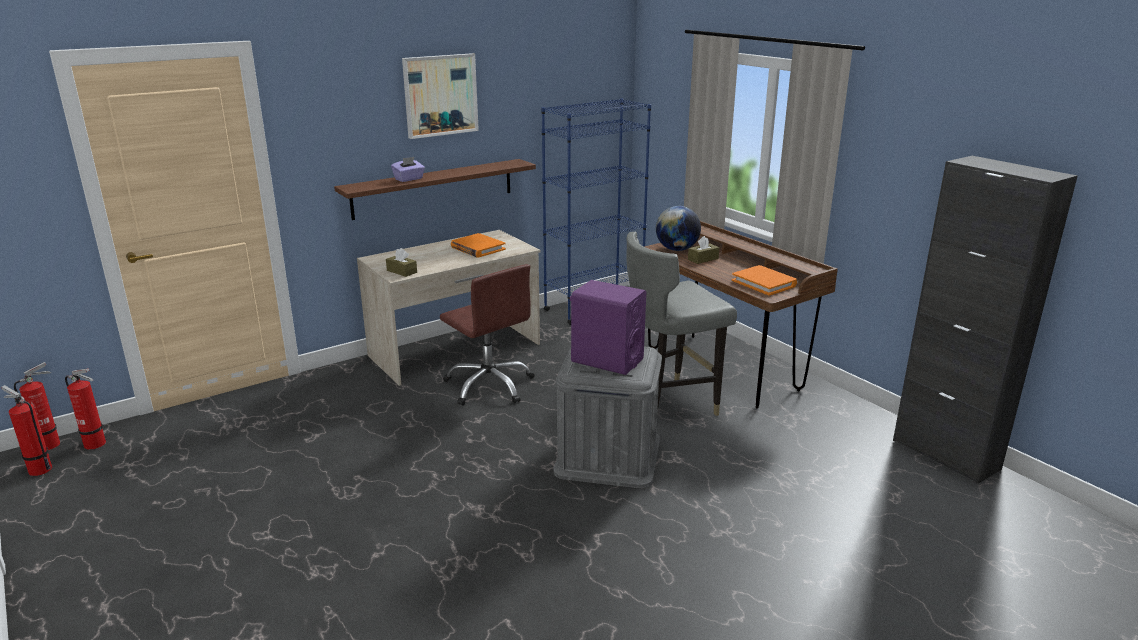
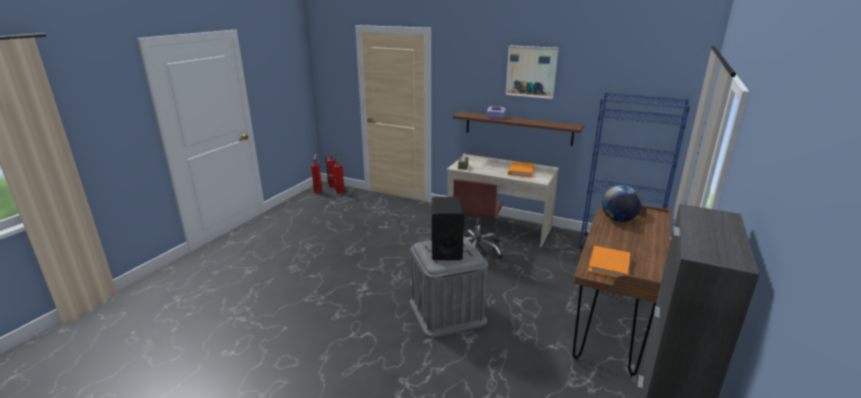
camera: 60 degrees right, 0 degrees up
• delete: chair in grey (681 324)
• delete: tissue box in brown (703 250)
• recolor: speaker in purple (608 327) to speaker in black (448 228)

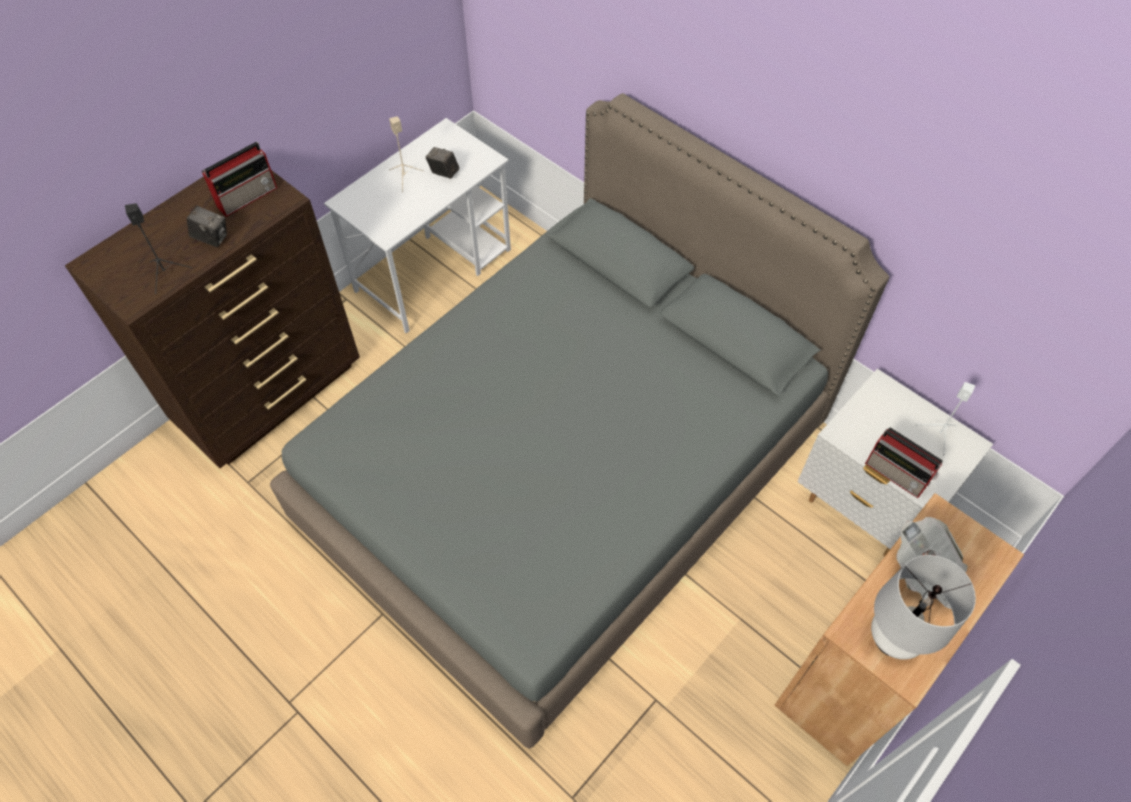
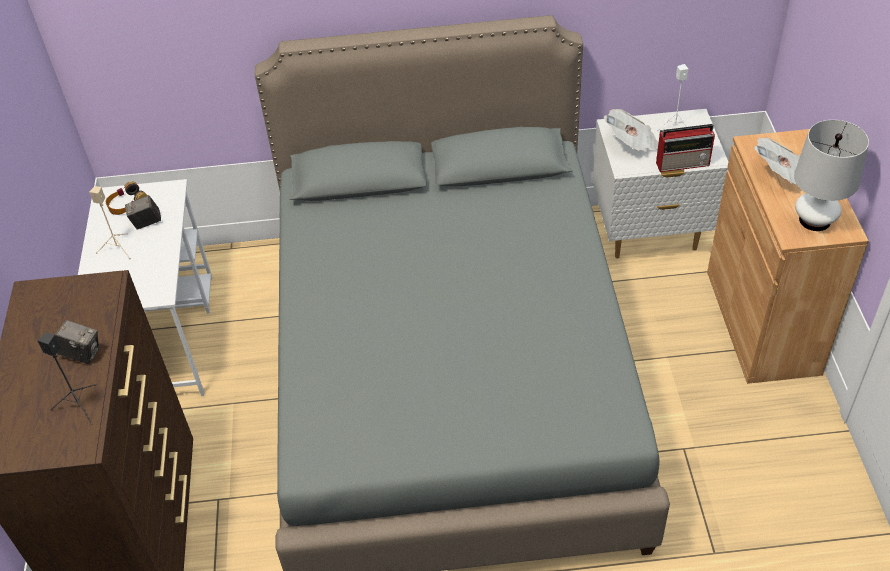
camera: 45 degrees left, 10 degrees down
• delete: radio (239 179)
• insert: headphones (127 198)
• insert: newspaper (631 130)
• rotate: photo camera (207 226) = (77 342) 45 degrees clockwise

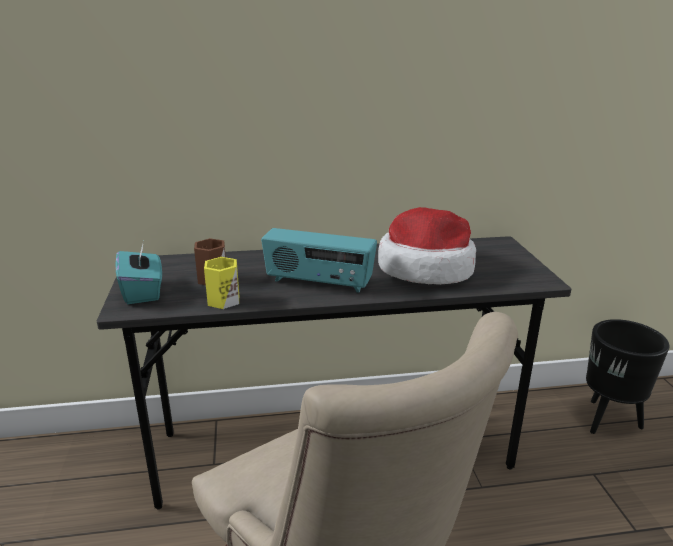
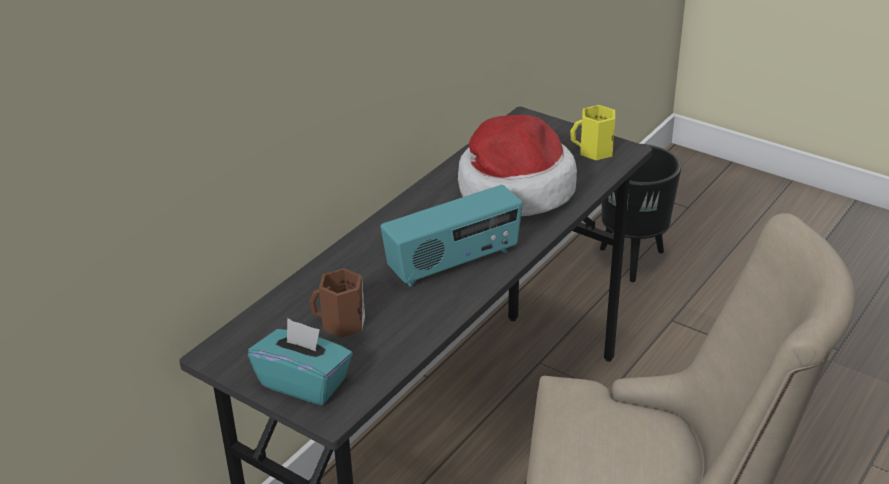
camera: 45 degrees left, 10 degrees up
• move: mug in yellow (221 283) to (592 132)

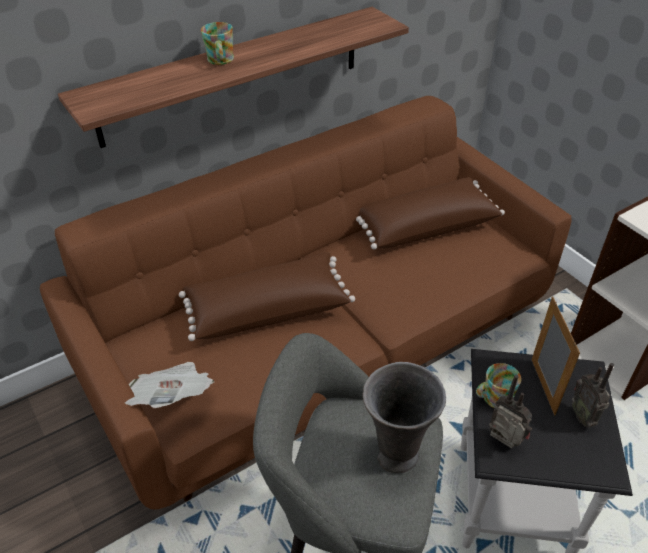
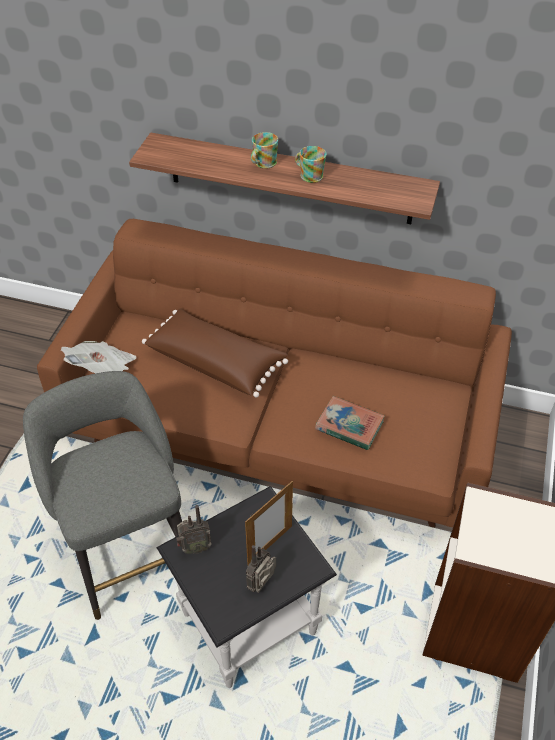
camera: 50 degrees right, 5 degrees up
• delete: pillow in brown (430 213)
• delete: vase in grey (404 417)
• insert: book (350 423)
• move: mug (498 385) to (311 164)
• rotate: radio (511 412) = (194 529) 75 degrees clockwise

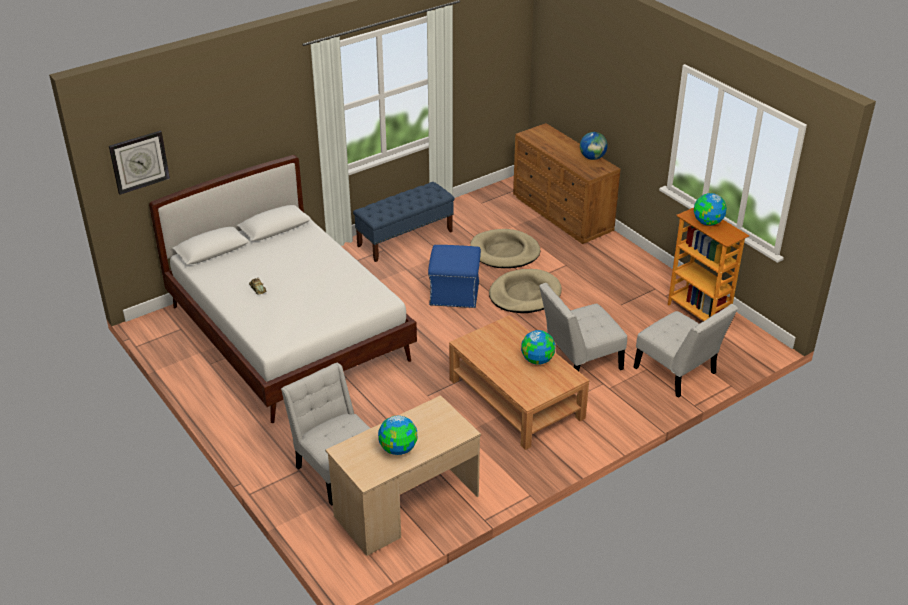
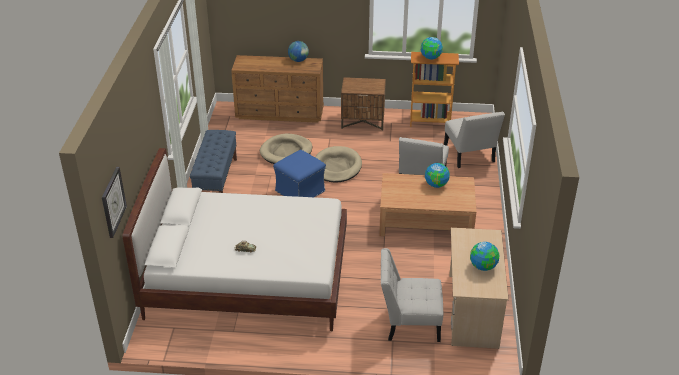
camera: 50 degrees left, 0 degrees up
• insert: nightstand in brown (363 104)
• rotate: chair in white (686 351) = (474 139) 75 degrees clockwise

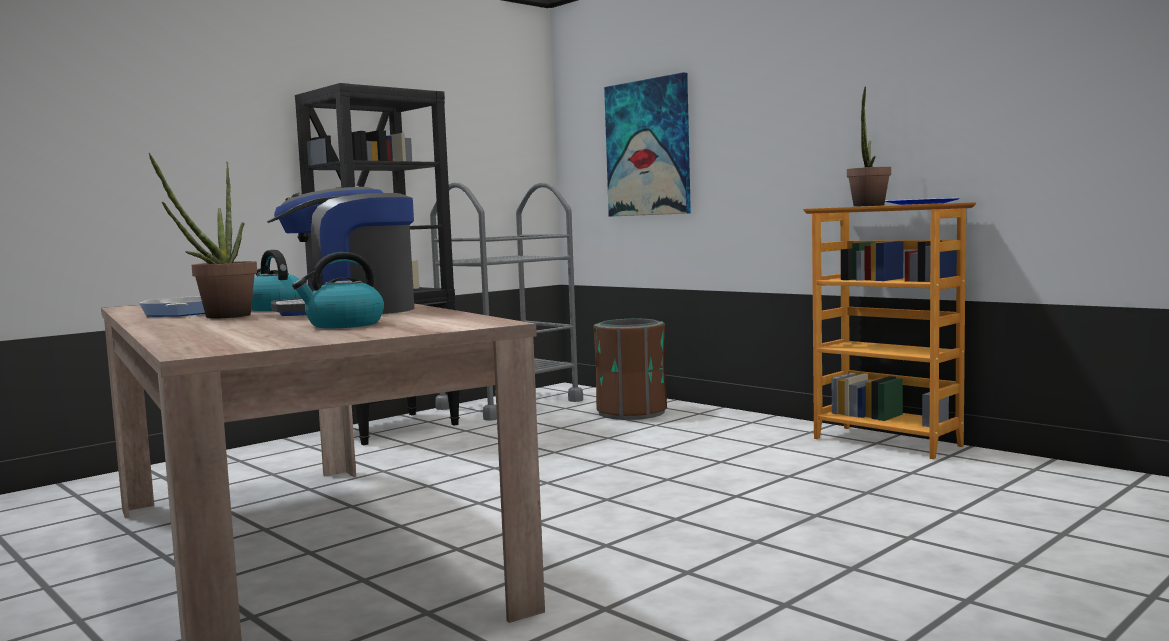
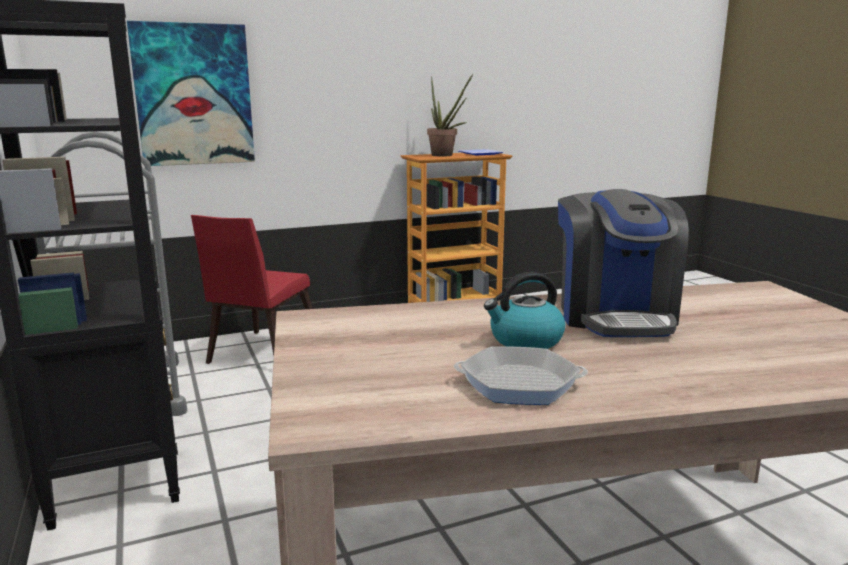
camera: 70 degrees left, 10 degrees up
• delete: potted plant (203 236)
• delete: kettle (338 290)
• replace: trash can in brown (630 369) to chair in red (252 289)

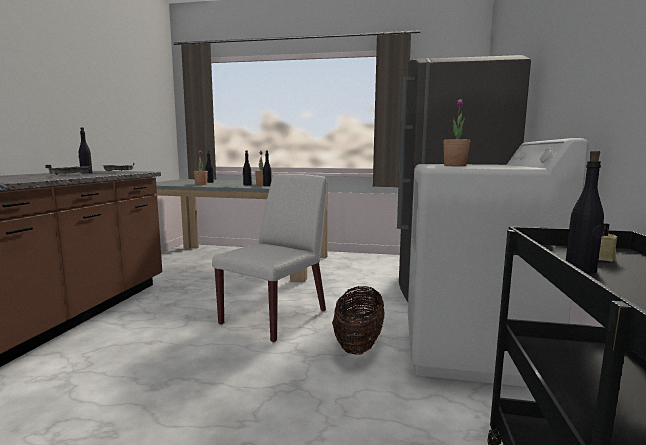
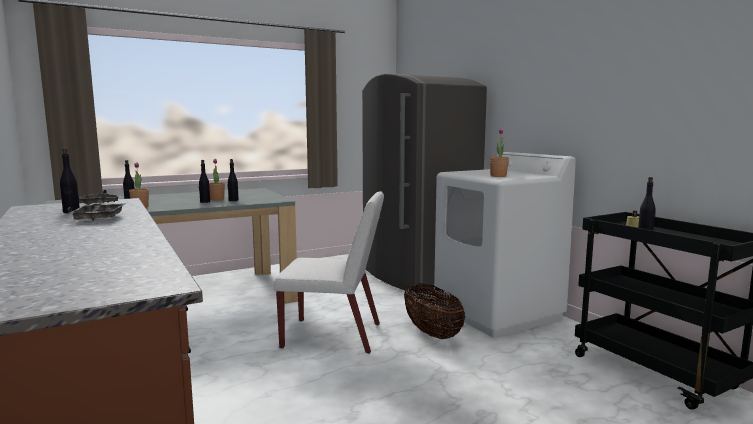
camera: 40 degrees left, 0 degrees up
• rotate: chair in white (269 258) = (329 272) 105 degrees clockwise

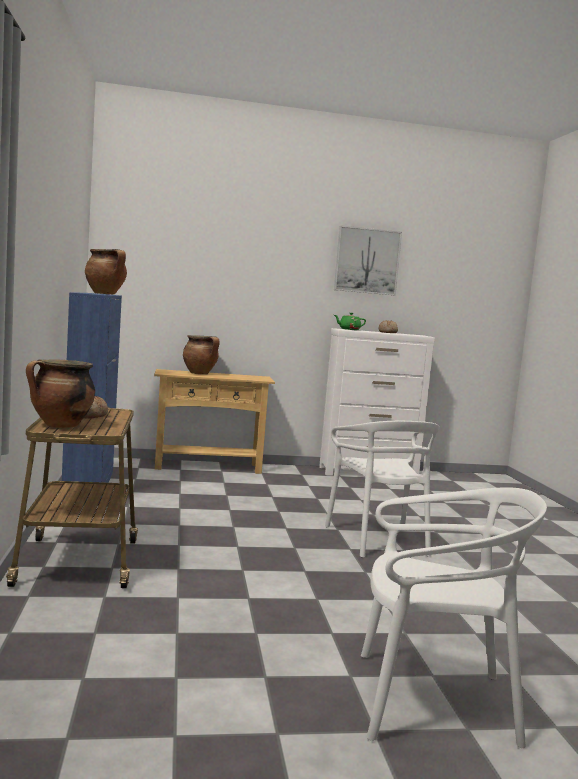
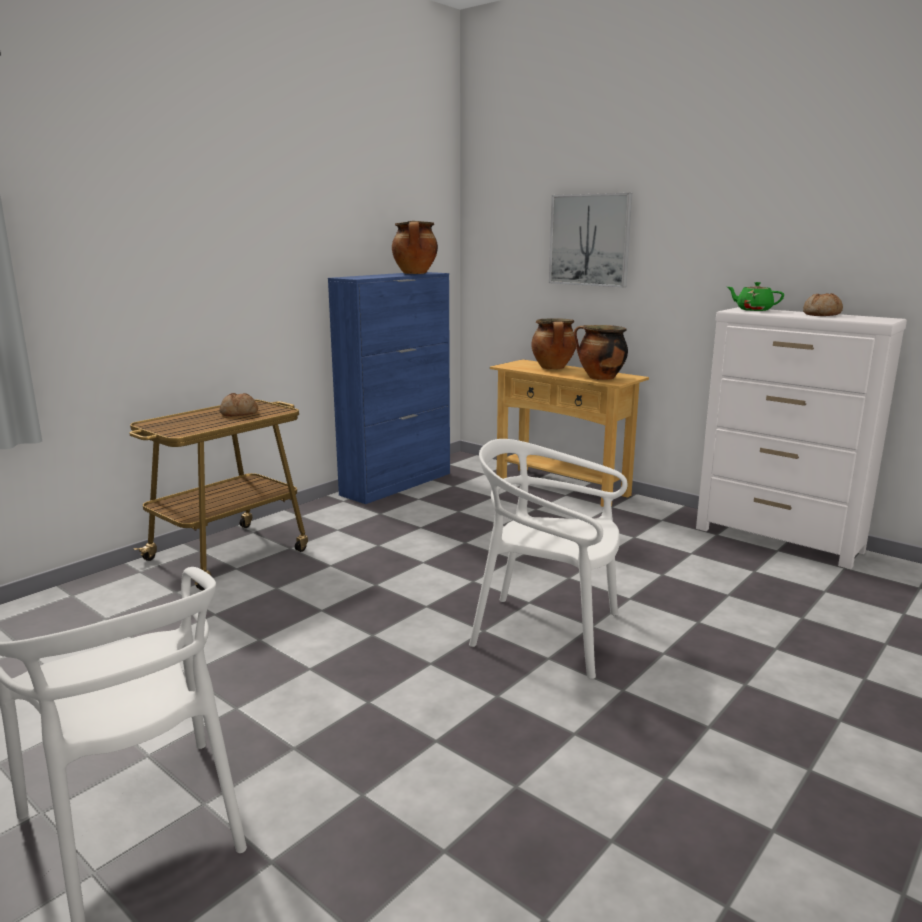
camera: 50 degrees right, 10 degrees up
• move: cooking pot (60 394) to (601 352)
• move: picture (368 260) to (590 240)
• rotate: chair in white (382 489) = (548 559) 75 degrees clockwise

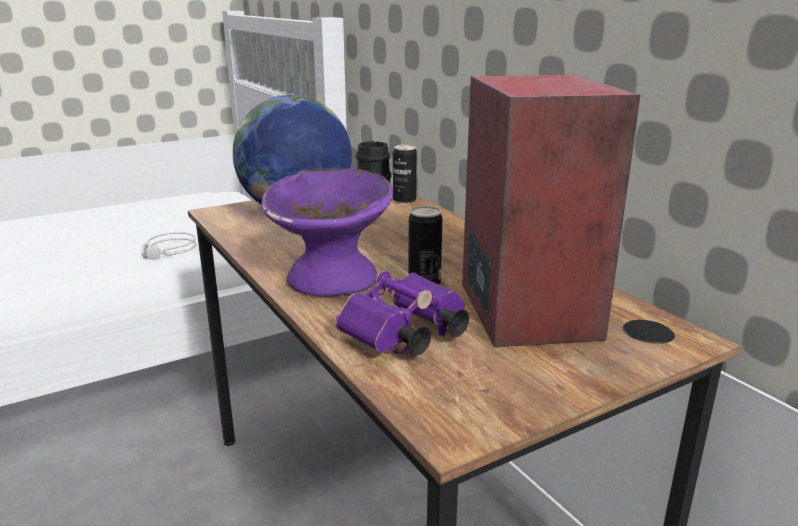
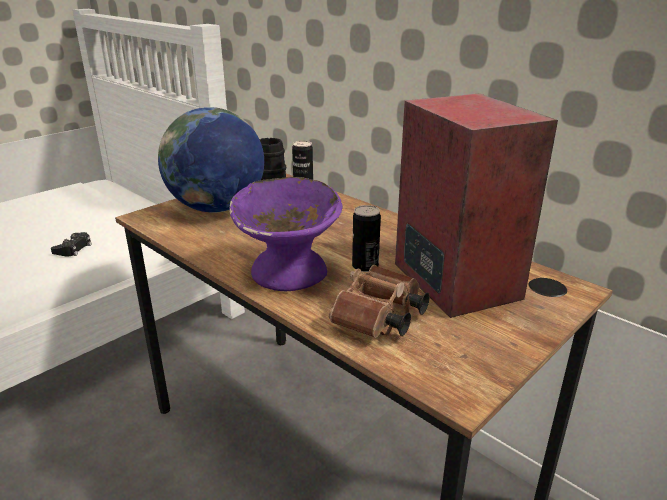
camera: 15 degrees left, 5 degrees up
• replace: headphones in grey (168 246) to game controller in black (71 244)
• recolor: binoculars in purple (402 313) to binoculars in brown (379 301)

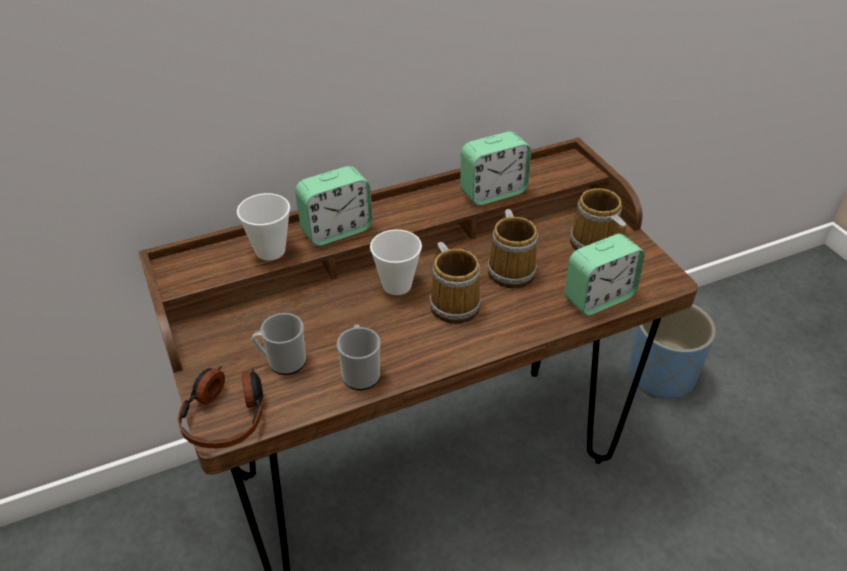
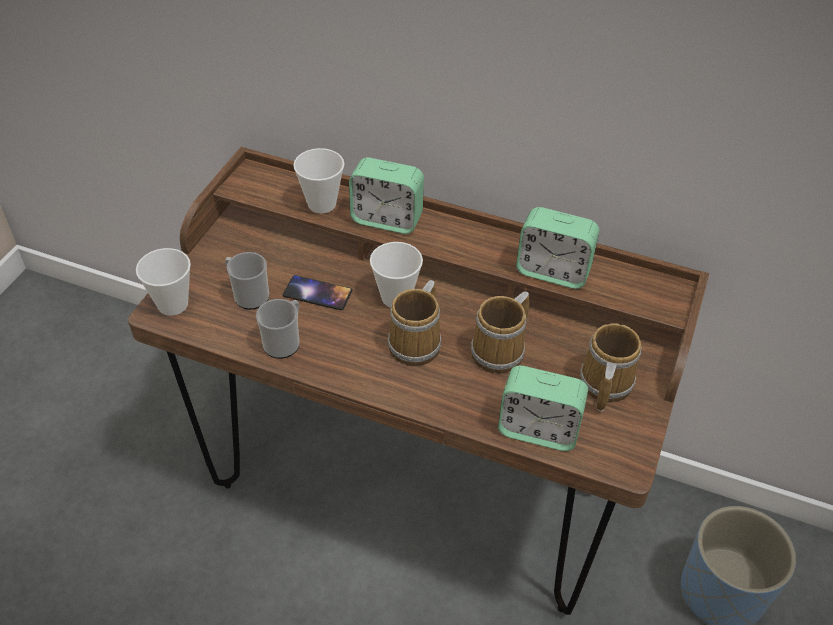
camera: 45 degrees right, 5 degrees up
• insert: phone (317 292)
• replace: headphones (220 407) to cup (163 282)

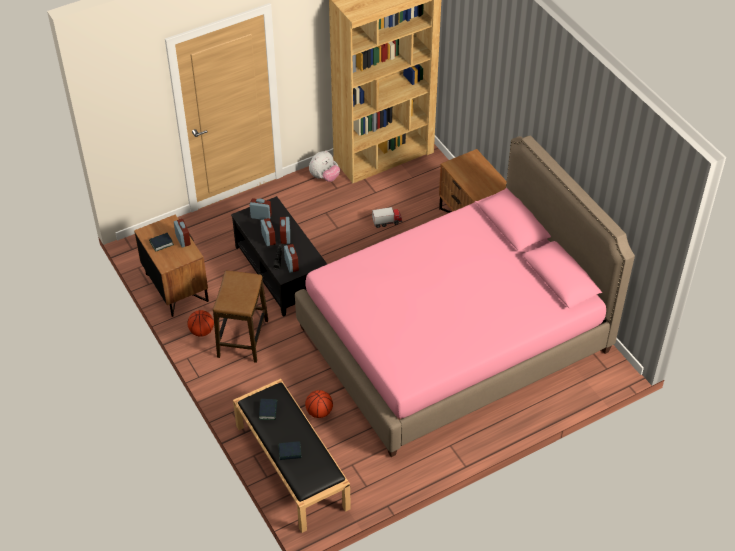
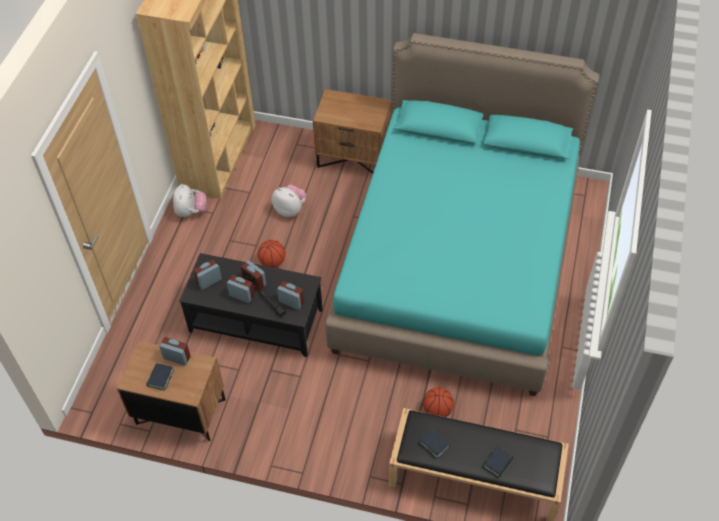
camera: 45 degrees left, 5 degrees up
• delete: stool (240 317)
• move: basketball (200 323) to (271 254)
• replace: toy truck (387 217) to plush toy (289 200)
• recolor: bed in pink (465 296) to bed in turquoise (462 214)

